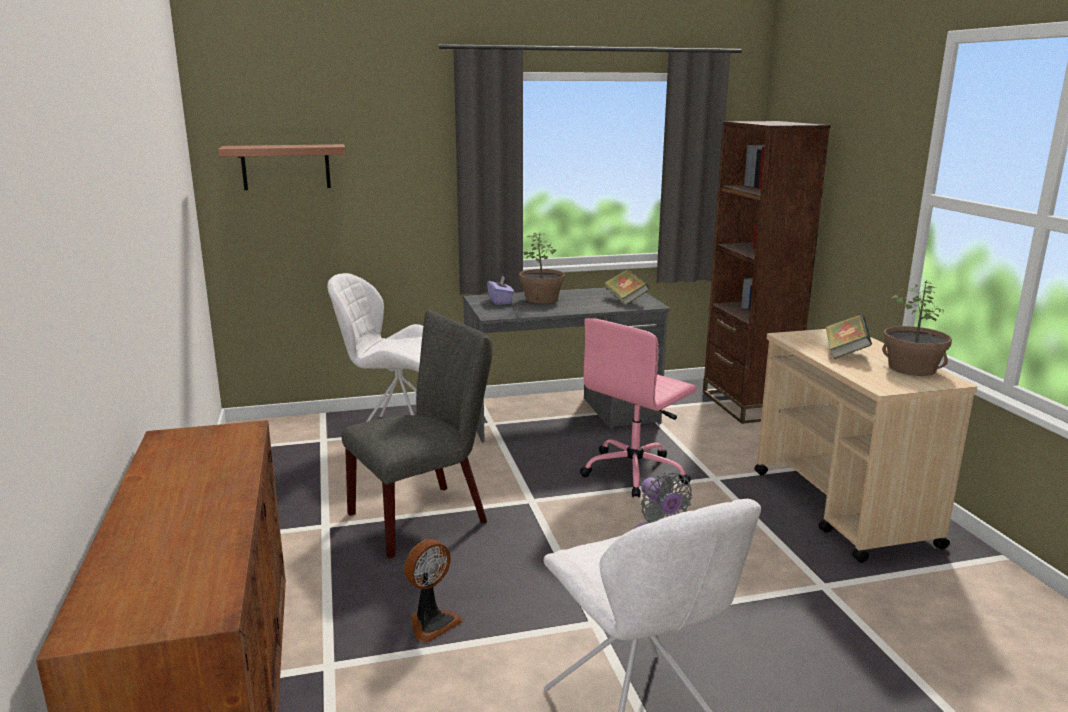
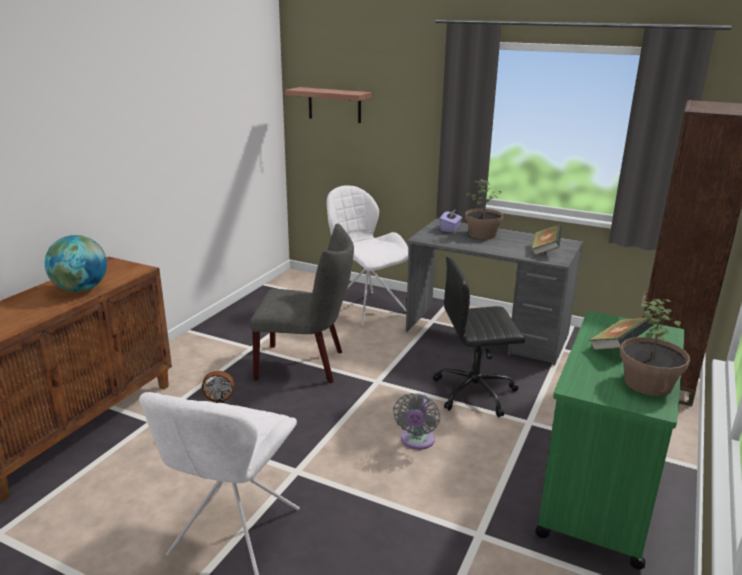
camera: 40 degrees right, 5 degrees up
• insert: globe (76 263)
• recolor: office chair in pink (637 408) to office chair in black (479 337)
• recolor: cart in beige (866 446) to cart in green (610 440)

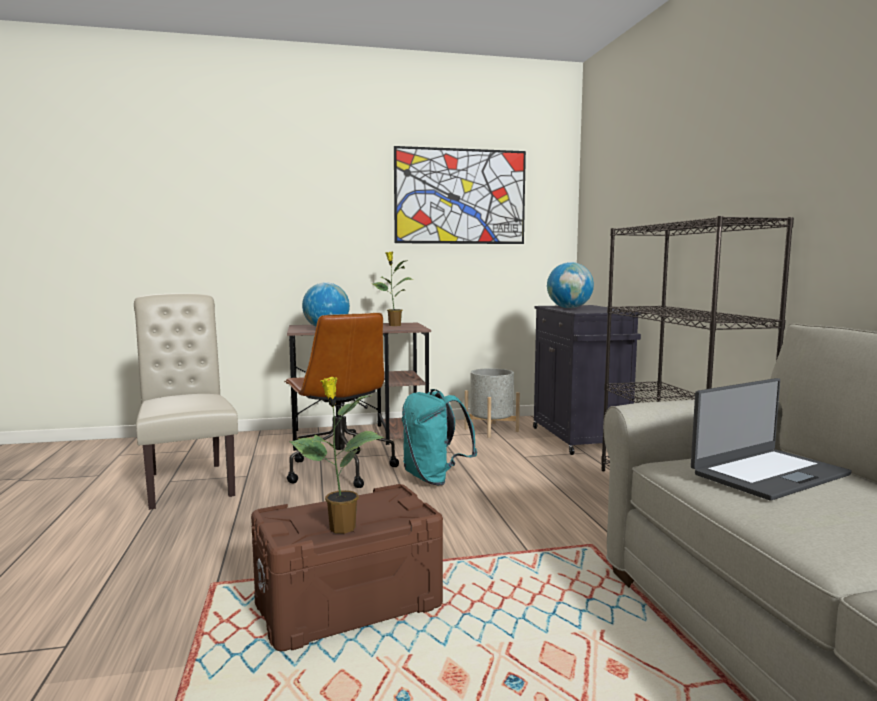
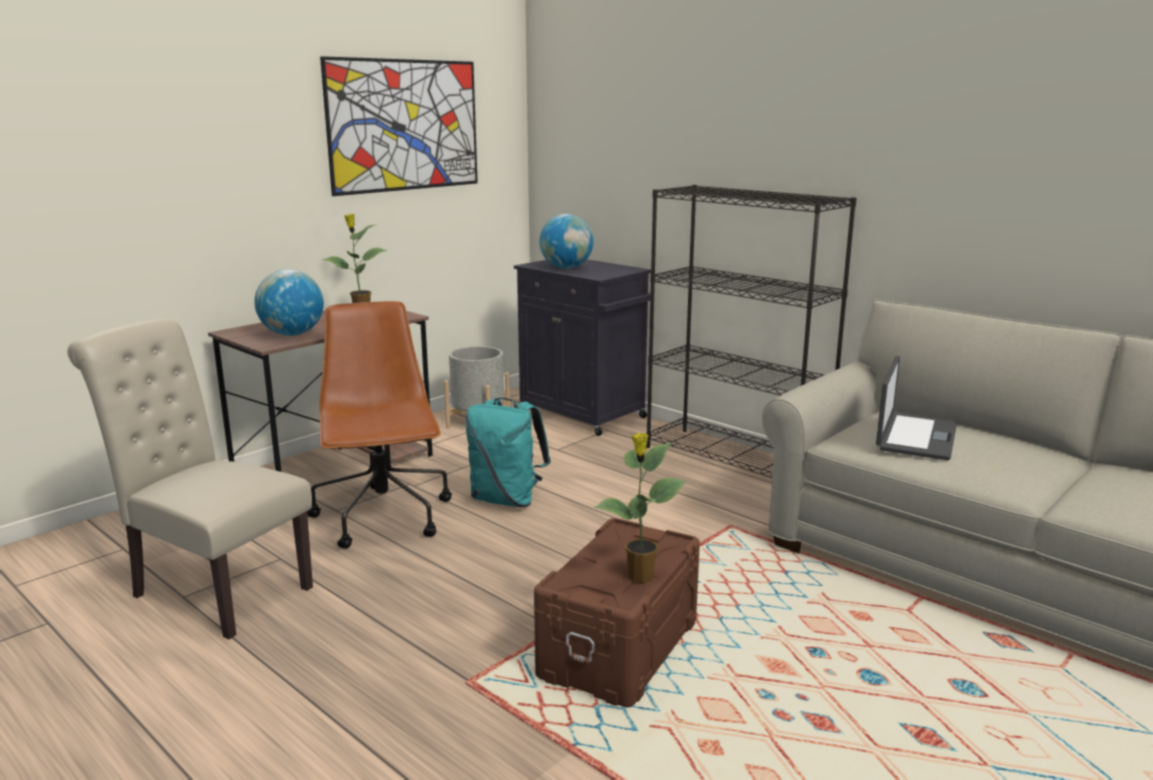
camera: 35 degrees left, 10 degrees up
• rotate: office chair in brown (341 400) = (379 425) 135 degrees counterclockwise

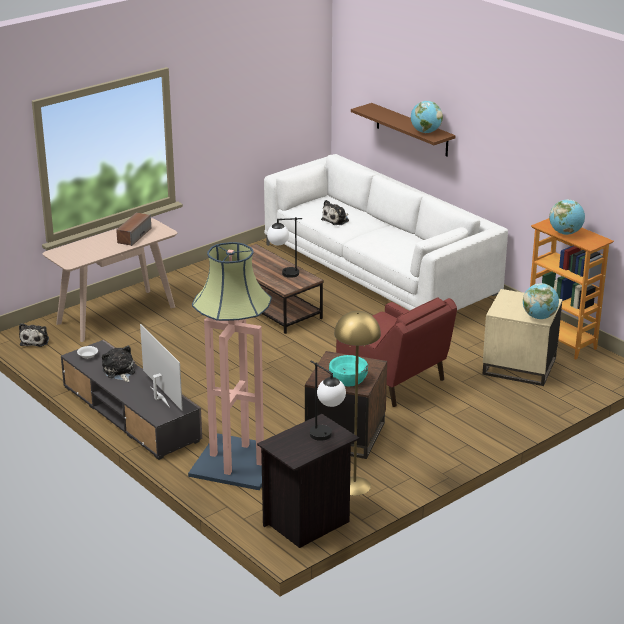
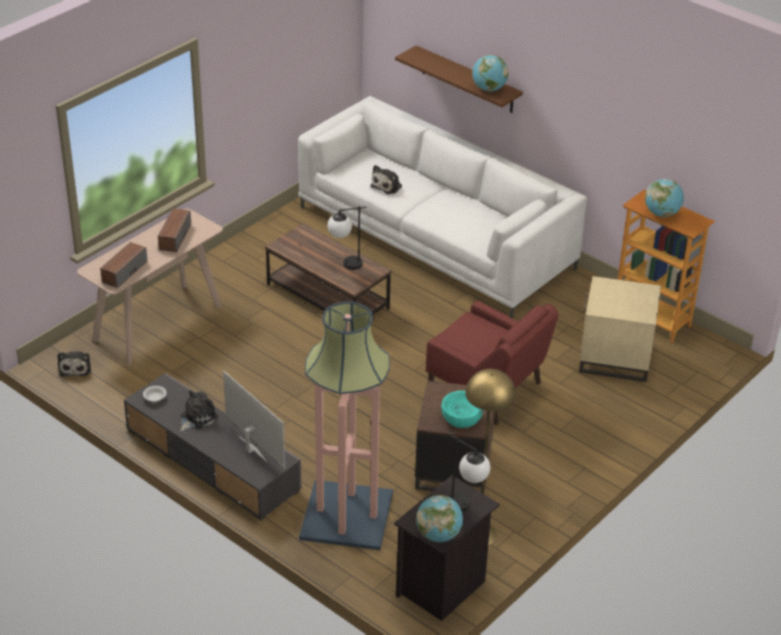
camera: 10 degrees left, 10 degrees up
• insert: speaker (123 265)
• move: globe (541 301) to (439 518)
• rotate: plush toy (118 364) = (199 410) 75 degrees clockwise

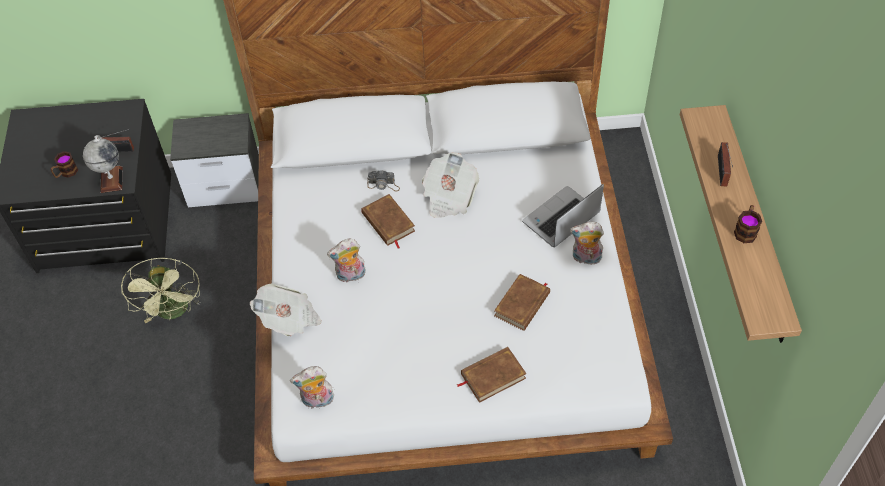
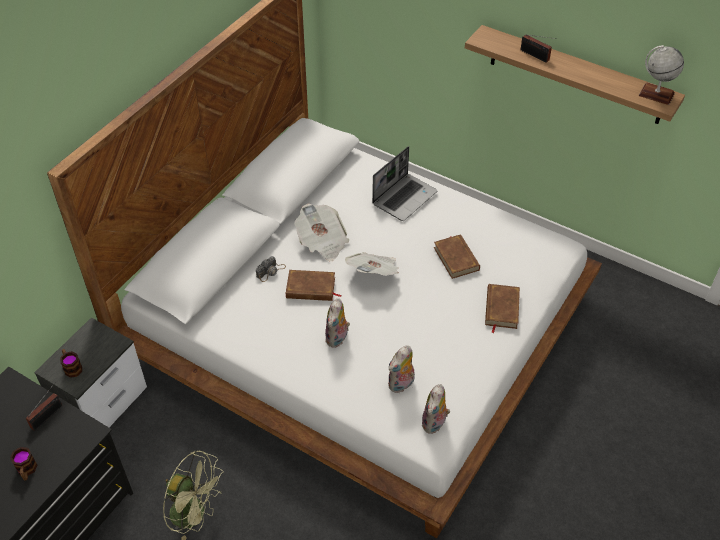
camera: 55 degrees left, 5 degrees down
• move: globe (103 164) to (661 75)
• move: newspaper (286 309) to (372 264)
• move: plush toy (587 243) to (401 369)
• move: mug (748 224) to (71 363)
• rotate: laptop (563 216) = (404 183) 135 degrees counterclockwise

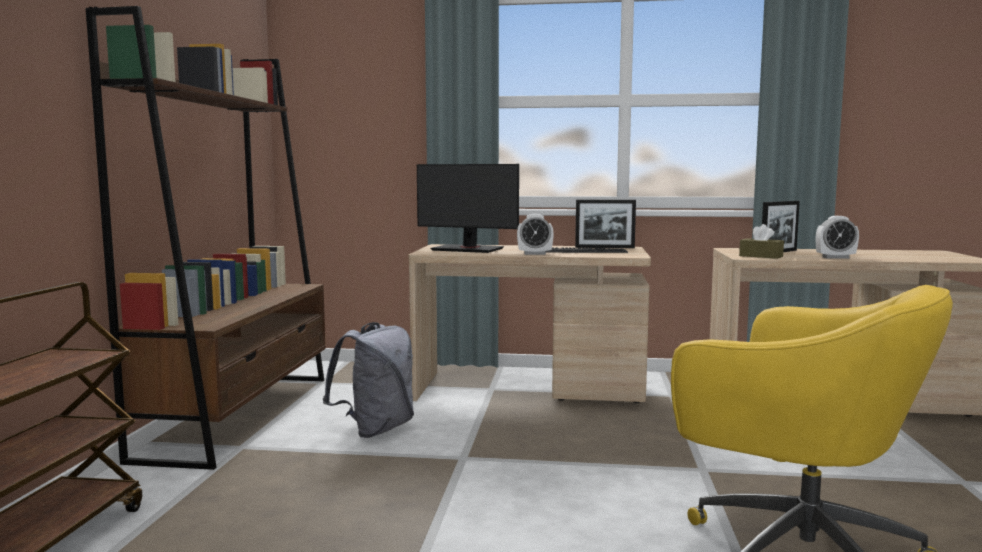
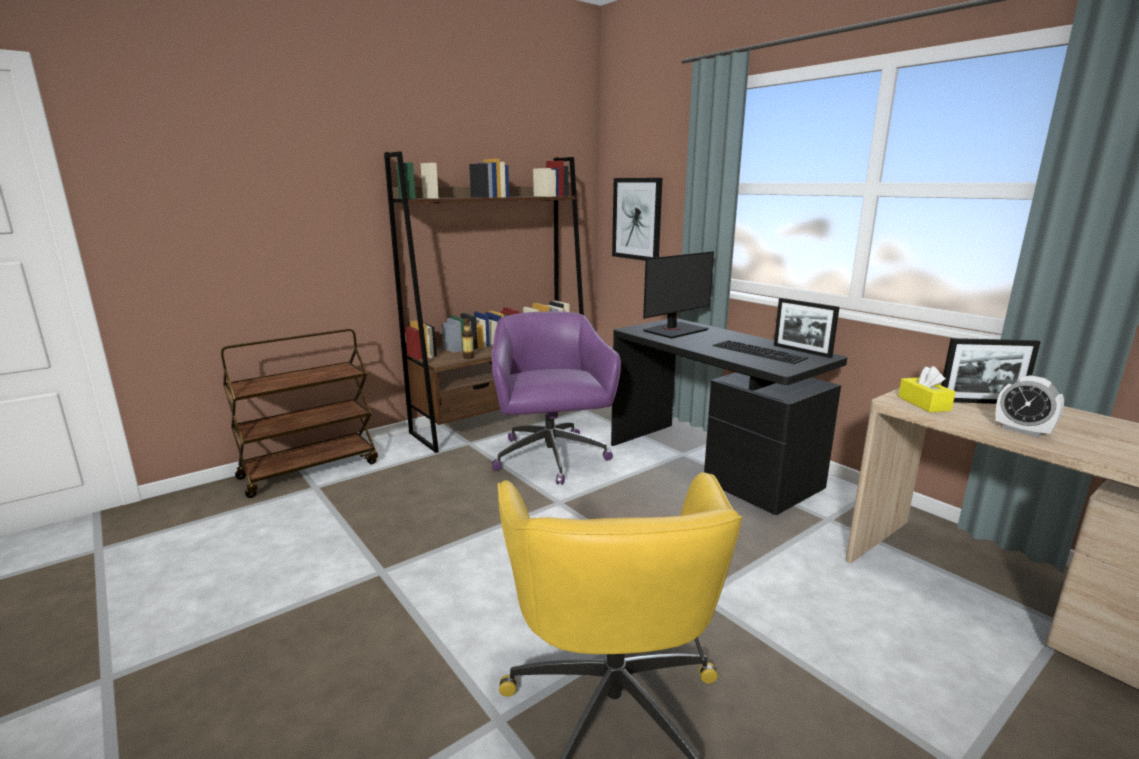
camera: 45 degrees right, 10 degrees up
• delete: alarm clock (535 234)
• insert: bottle (468 338)
• insert: picture (637 219)
• replace: backpack in grey (368 380) to office chair in purple (556 398)
• recolor: desk in beige (530 323) to desk in black (729 416)
• recolor: tissue box in brown (761 241) to tissue box in yellow (927 389)
• rotate: monitor (468 208) = (678 295) 105 degrees counterclockwise

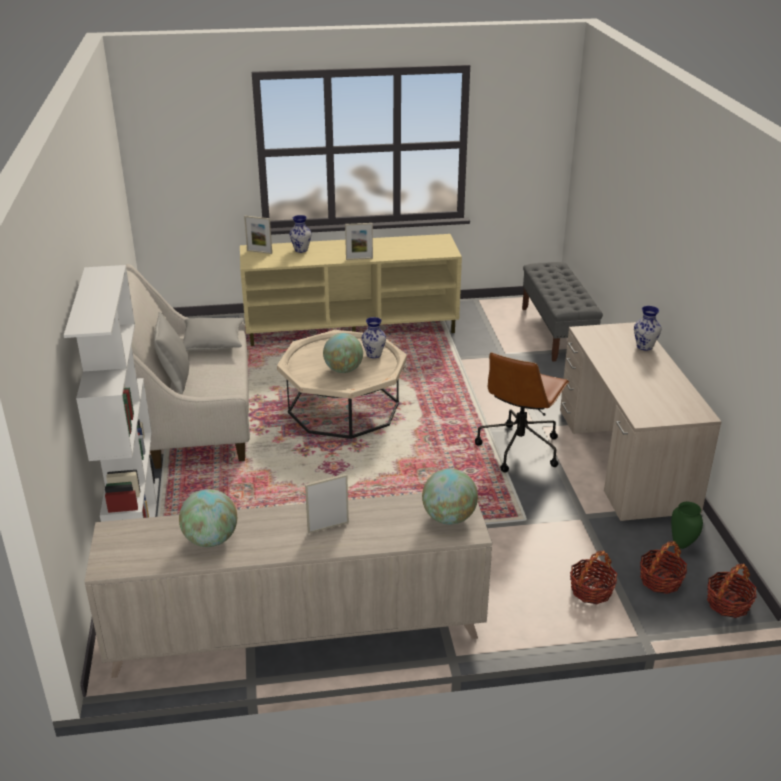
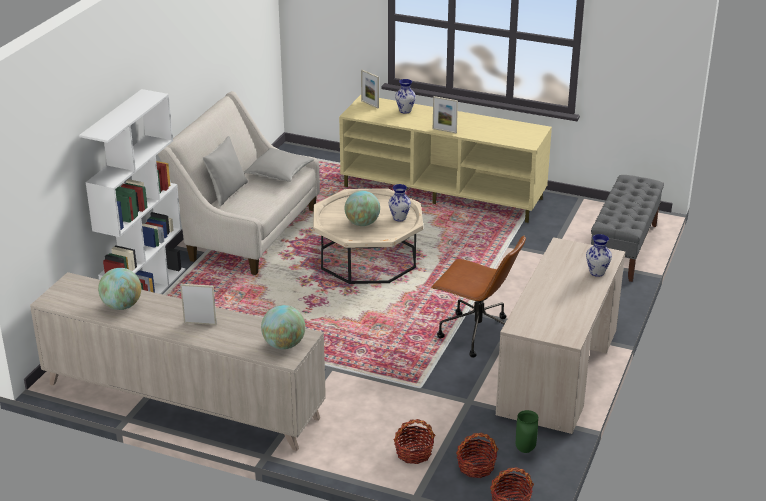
camera: 30 degrees right, 0 degrees up
• rotate: office chair in brown (522 412) = (478 296) 120 degrees counterclockwise

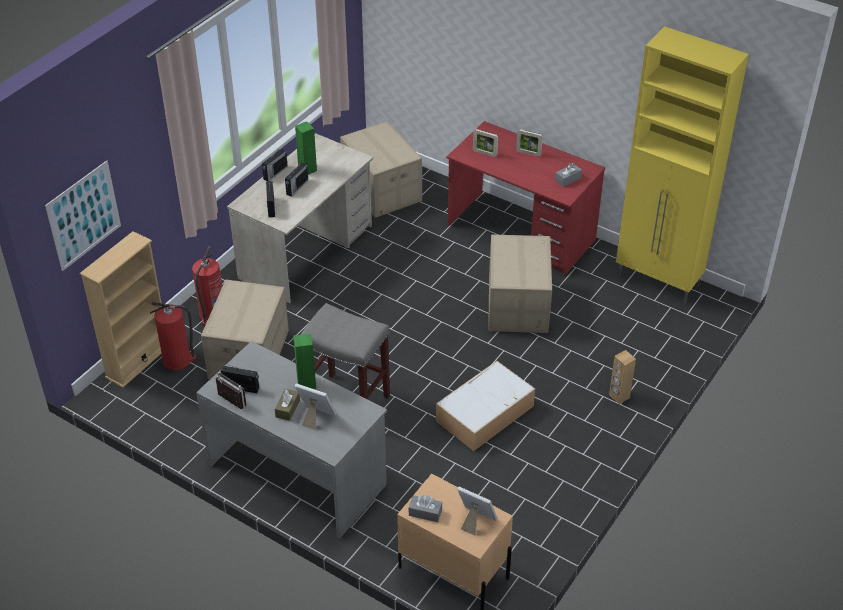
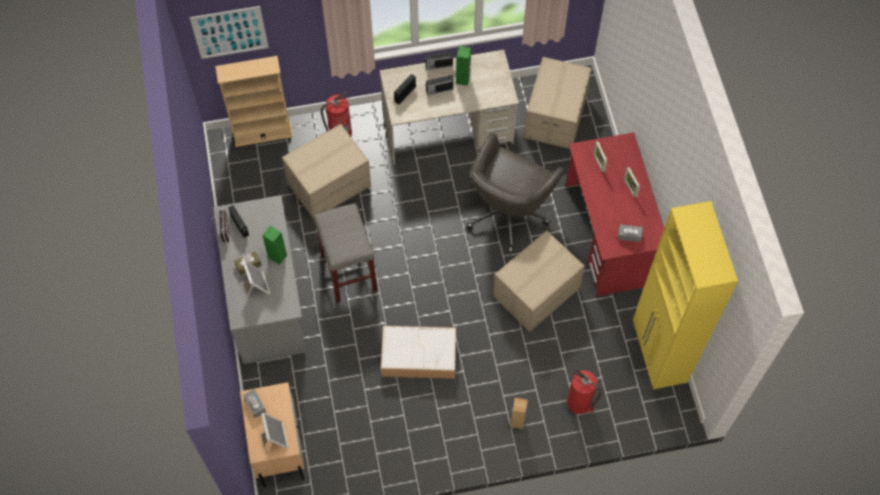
camera: 45 degrees right, 20 degrees up
• insert: office chair in grey (515 193)
• move: fire extinguisher (173 336) to (584 391)

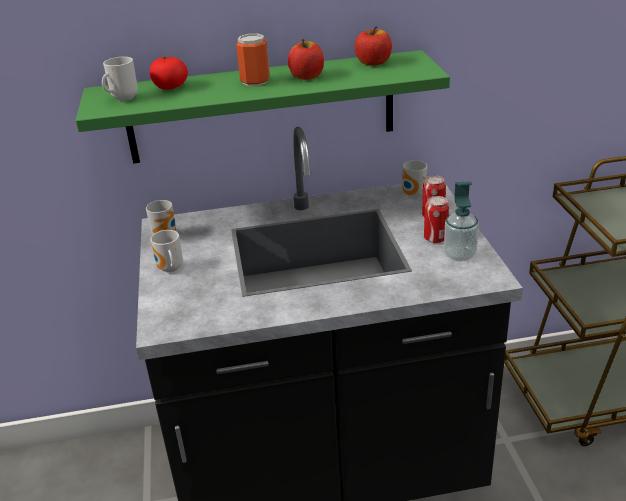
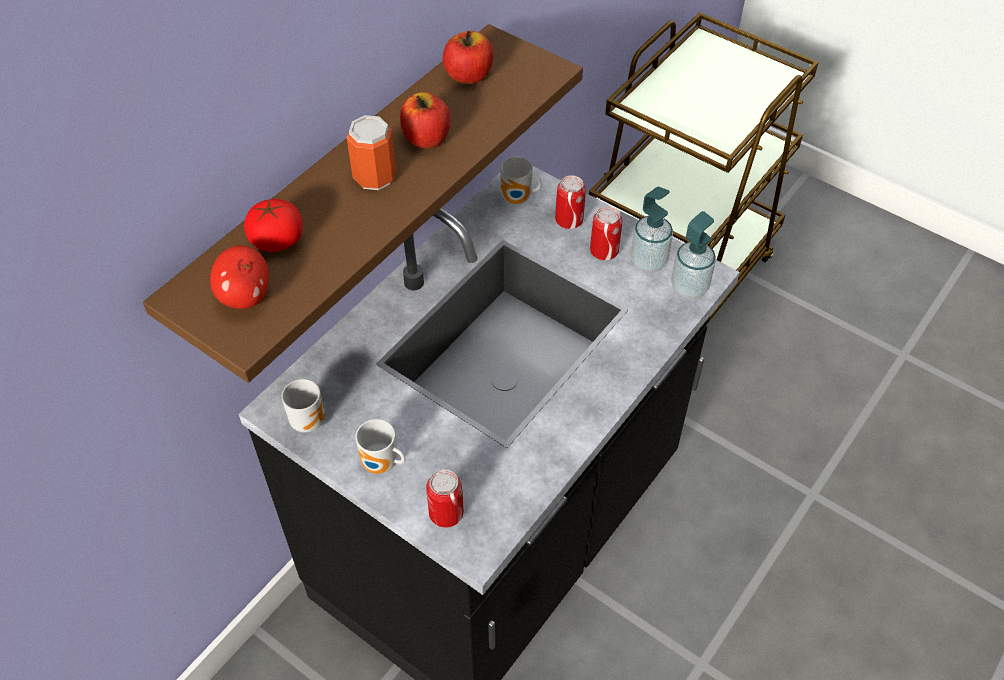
camera: 45 degrees left, 20 degrees up
• insert: can (445 498)
• insert: soap dispenser (693 255)
• replace: mug (120 79) to apple (239 277)
• recolor: shelf in green (263 107) to shelf in brown (363 203)

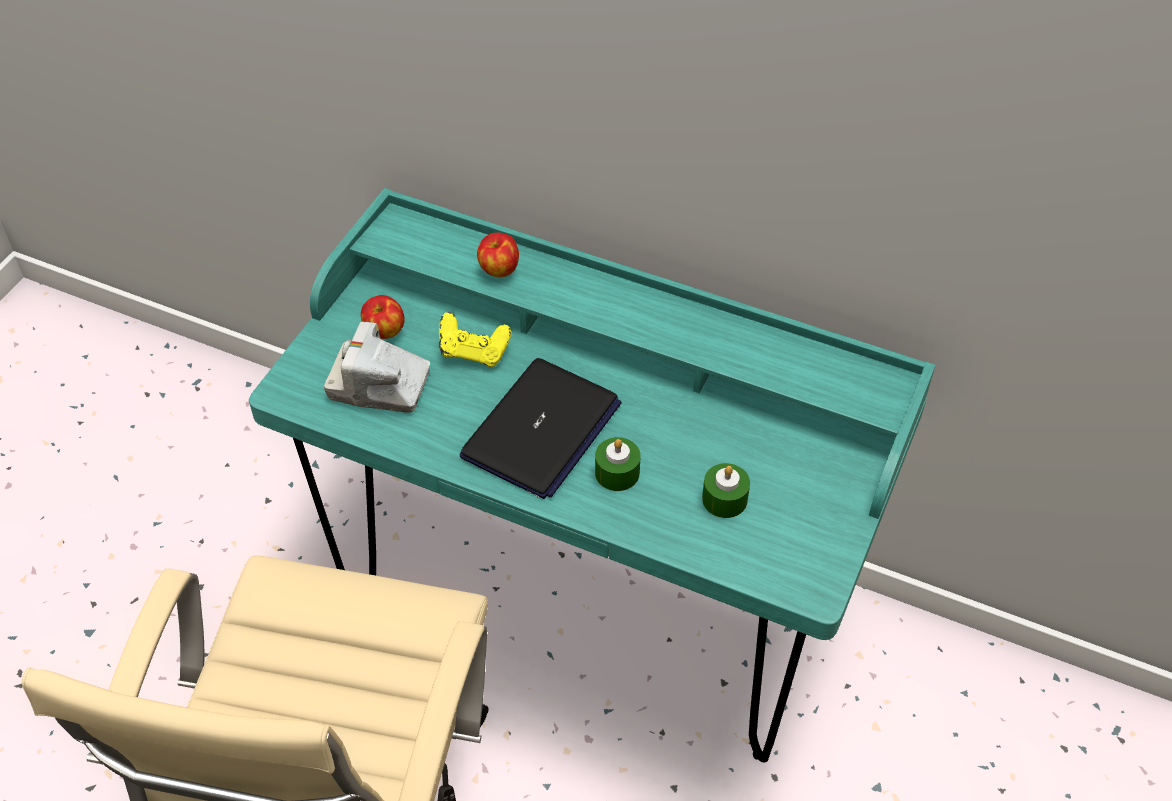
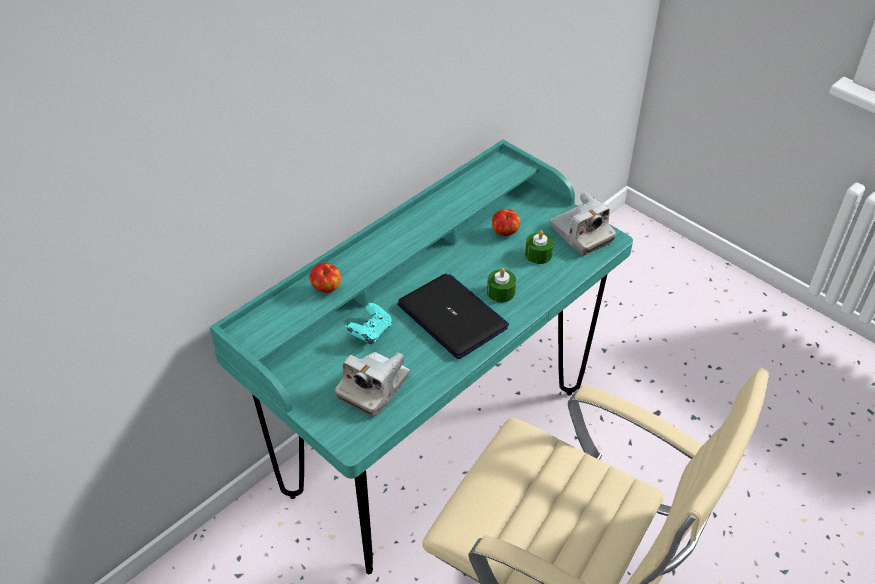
camera: 70 degrees left, 5 degrees down
• insert: photo camera (583 223)
• move: apple (382 317) to (506 222)
• recolor: game controller in yellow (475 339) to game controller in turquoise (368 324)

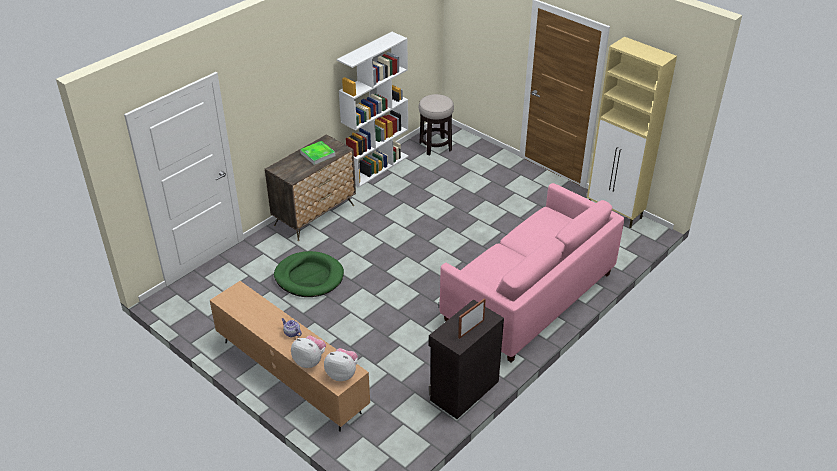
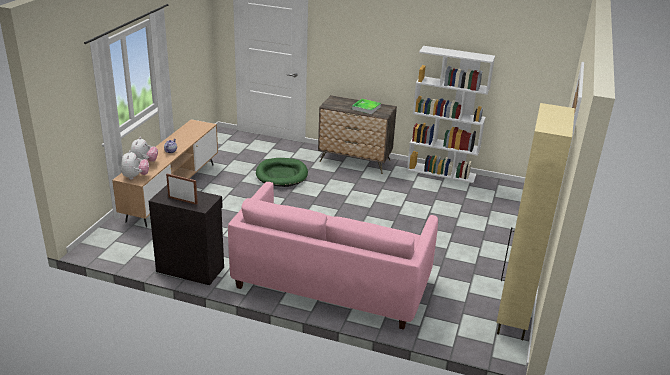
camera: 65 degrees right, 10 degrees down
• delete: stool (436 124)

